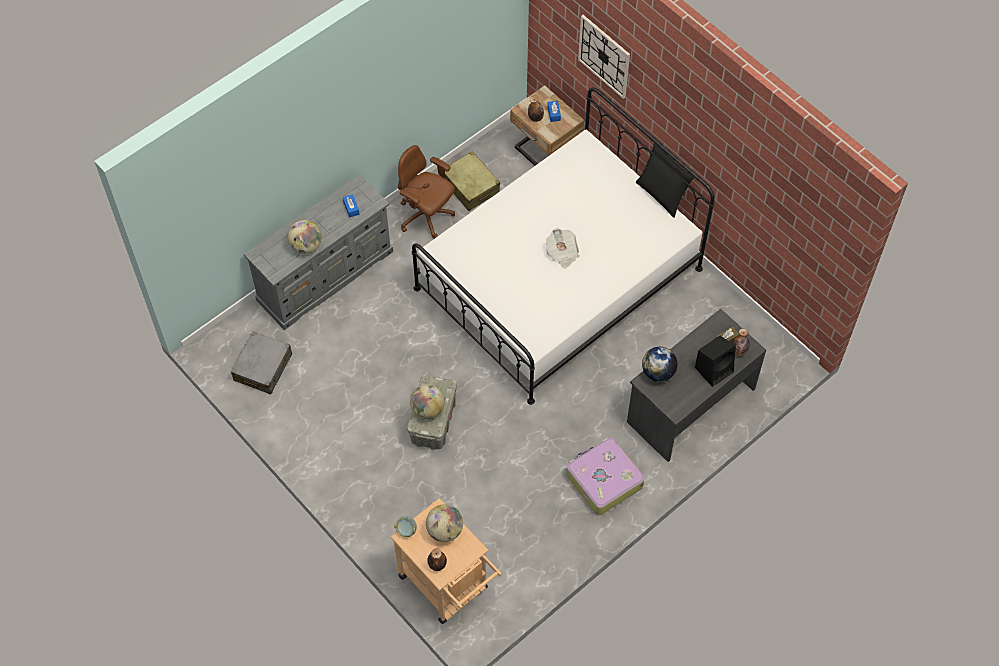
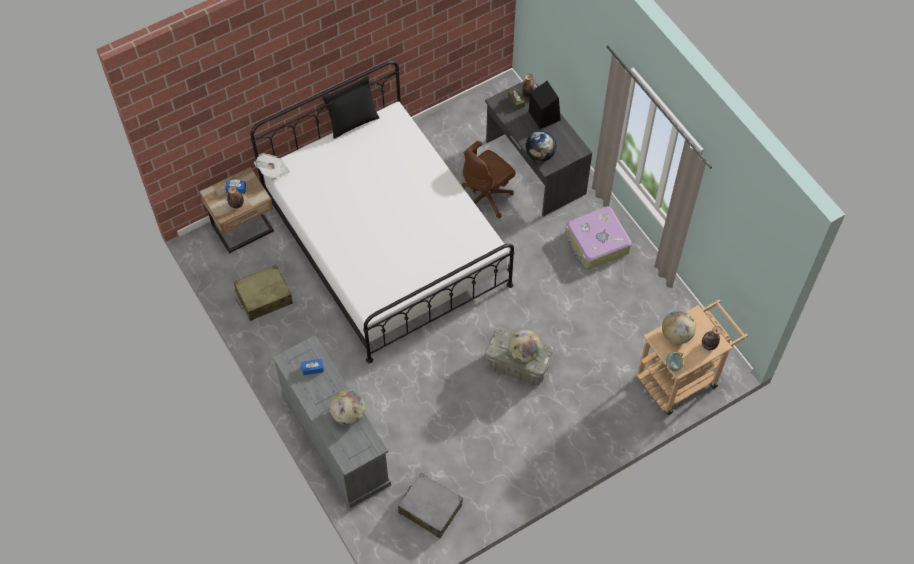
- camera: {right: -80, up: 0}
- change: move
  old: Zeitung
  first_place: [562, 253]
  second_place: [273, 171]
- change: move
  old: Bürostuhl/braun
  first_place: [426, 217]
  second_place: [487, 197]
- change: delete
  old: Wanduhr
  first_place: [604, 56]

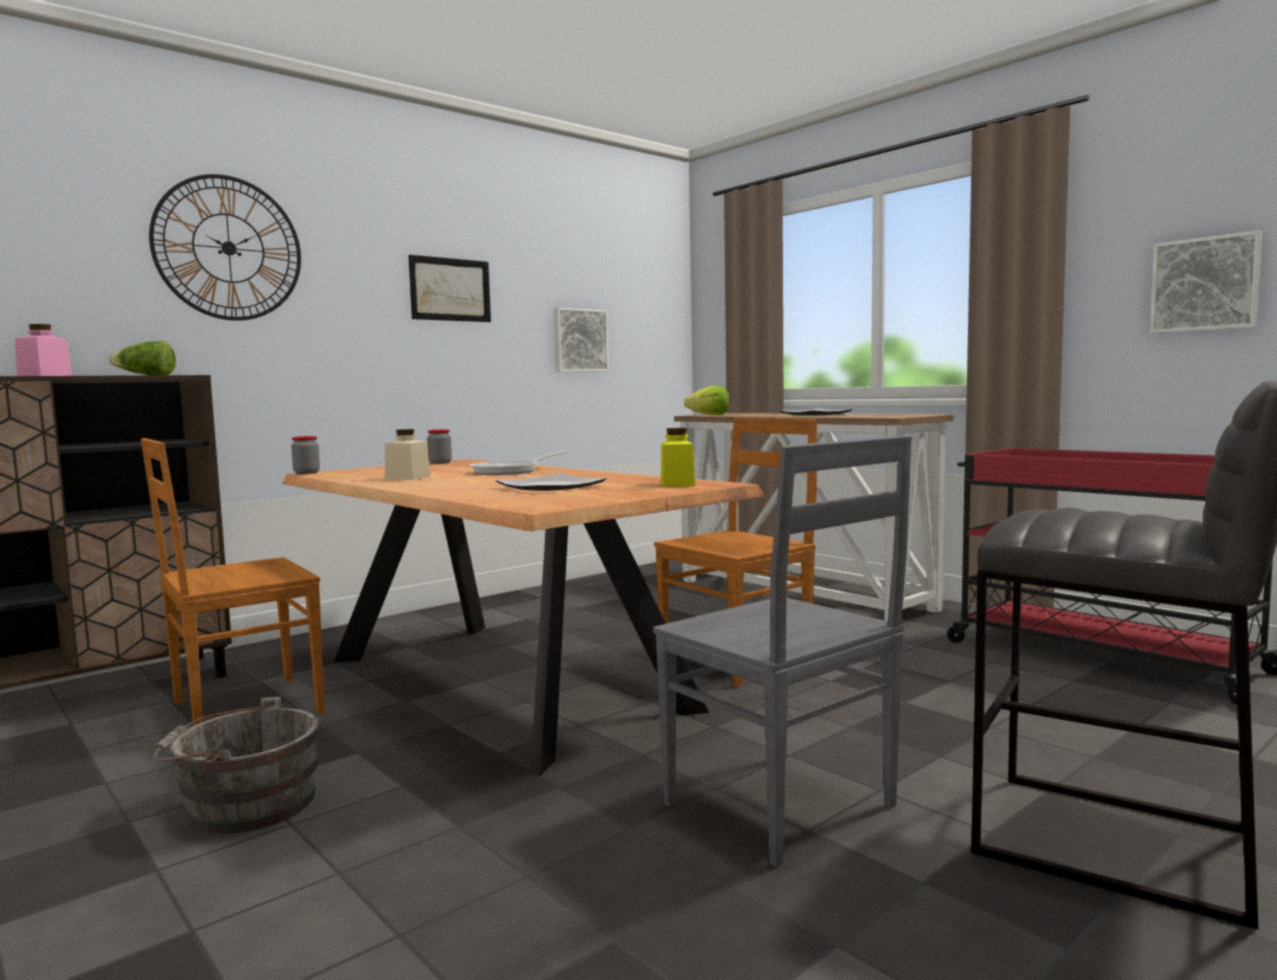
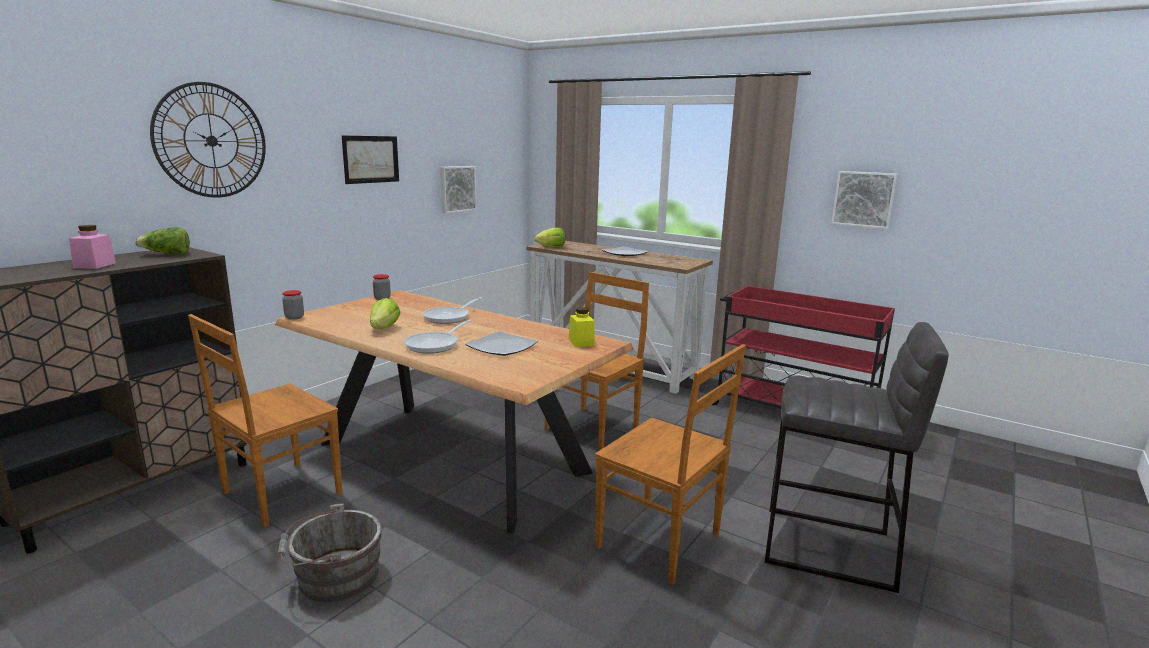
- camera: {right: -15, up: 10}
- change: replace
  old: Vorratsglas/beige
  new: Salatkopf
  first_place: [407, 478]
  second_place: [384, 328]
- change: insert
  new: Pfanne
  second_place: [435, 344]
- change: recolor
  old: Stuhl/grau
  new: Stuhl/braun
  first_place: [783, 807]
  second_place: [661, 542]

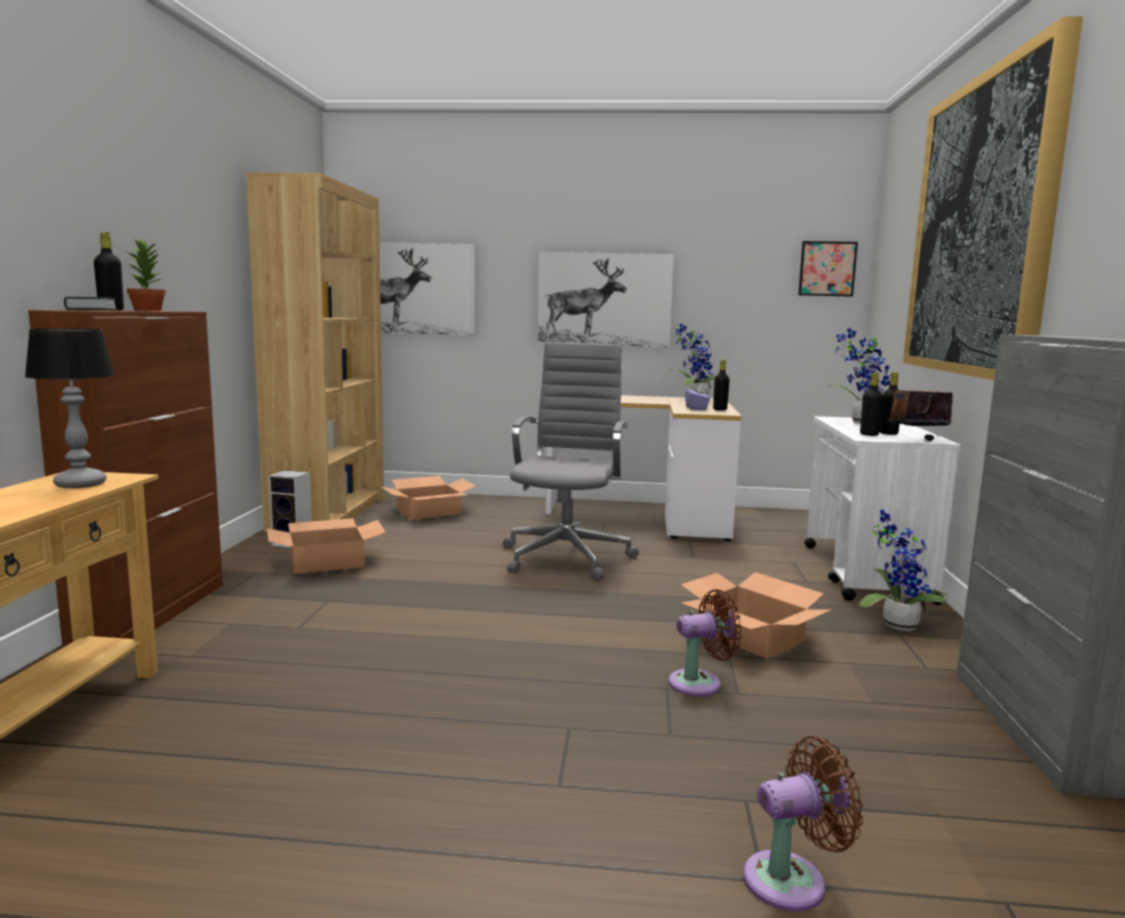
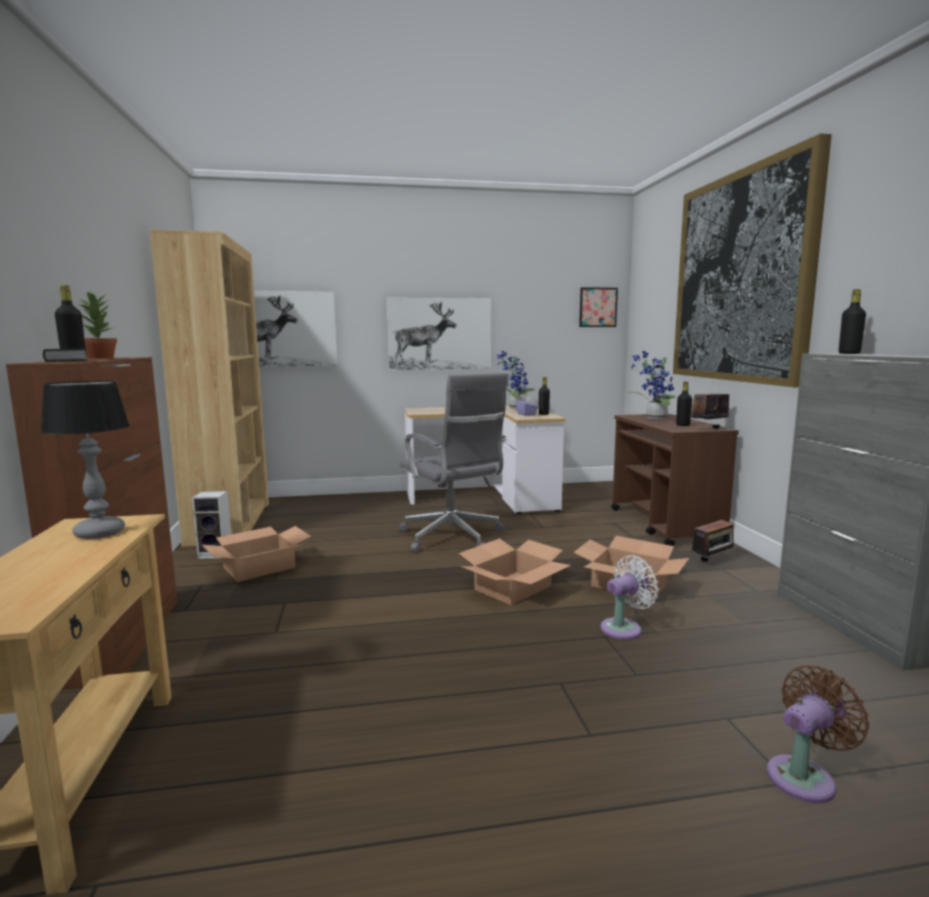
- camera: {right: -15, up: 0}
- change: rotate
  old: Bürostuhl/grau
  first_place: [567, 556]
  second_place: [453, 538]
  degrees: 150
- change: move
  old: Karton
  first_place: [429, 512]
  second_place: [513, 587]
- change: recolor
  old: Ventilator/braun
  new: Ventilator/weiß
  first_place: [700, 683]
  second_place: [624, 628]
- change: recolor
  old: Rollwagen/weiß
  new: Rollwagen/braun
  first_place: [866, 573]
  second_place: [665, 525]
- change: replace
  old: Topfpflanze
  new: Radio
  first_place: [896, 624]
  second_place: [712, 561]
- change: move
  old: Flasche/schwarz
  first_place: [869, 434]
  second_place: [849, 353]

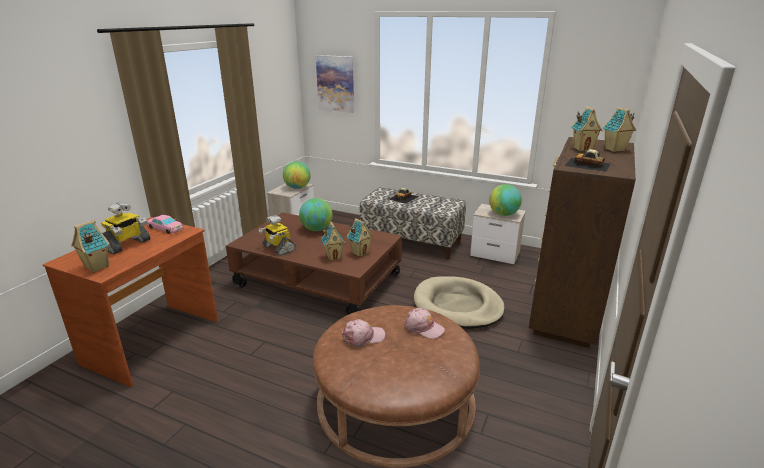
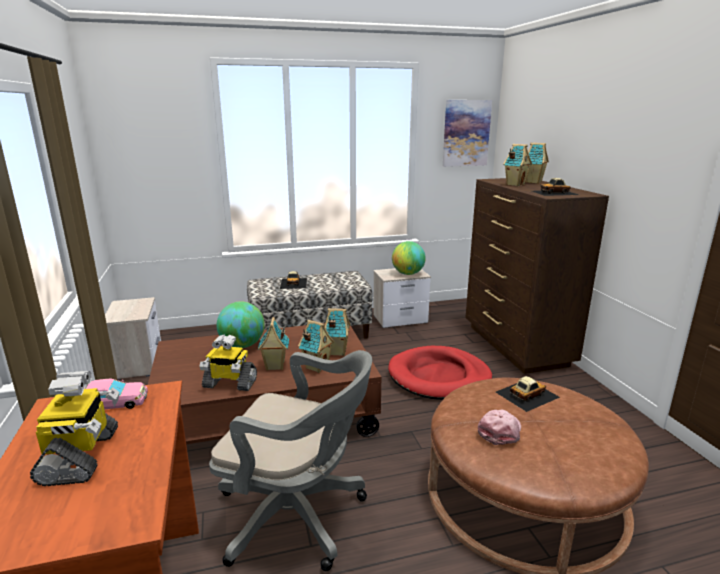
- camera: {right: -40, up: -5}
- change: insert
  new: Bürostuhl/grau
  second_place: [298, 516]
- change: move
  old: Spielzeughaus
  first_place: [96, 267]
  second_place: [274, 366]
- change: recolor
  old: Hundebett/beige
  new: Hundebett/rot
  first_place: [457, 306]
  second_place: [439, 377]
- change: move
  old: Bild
  first_place: [335, 83]
  second_place: [466, 133]
- change: replace
  old: Kappe/rosa
  new: Spielzeugauto
  first_place: [423, 327]
  second_place: [526, 394]
- change: delete
  old: Globus
  first_place: [297, 188]

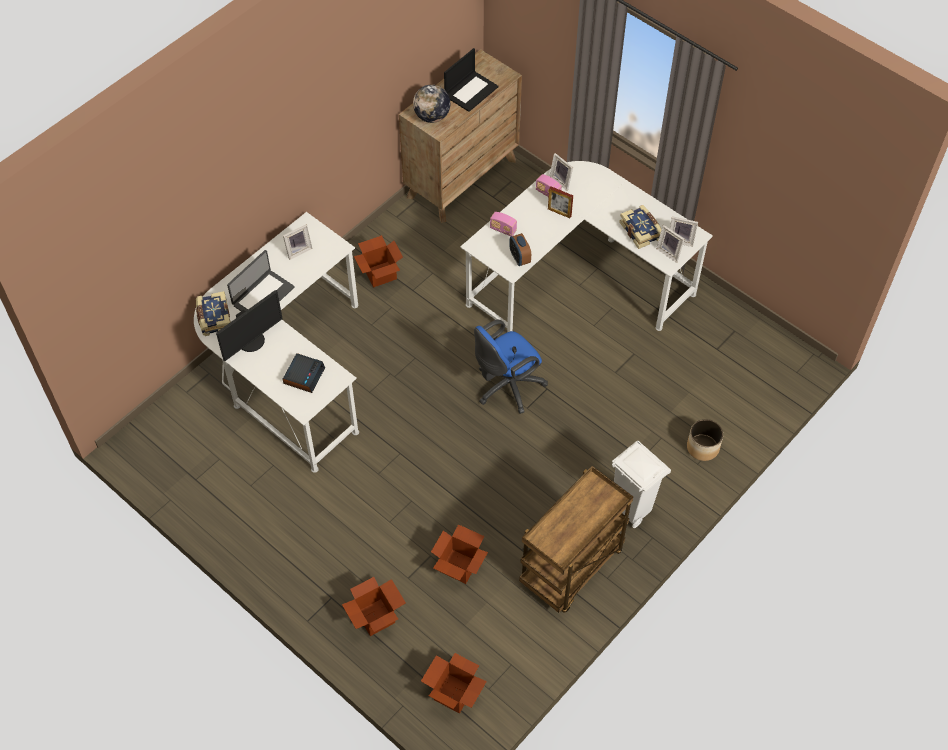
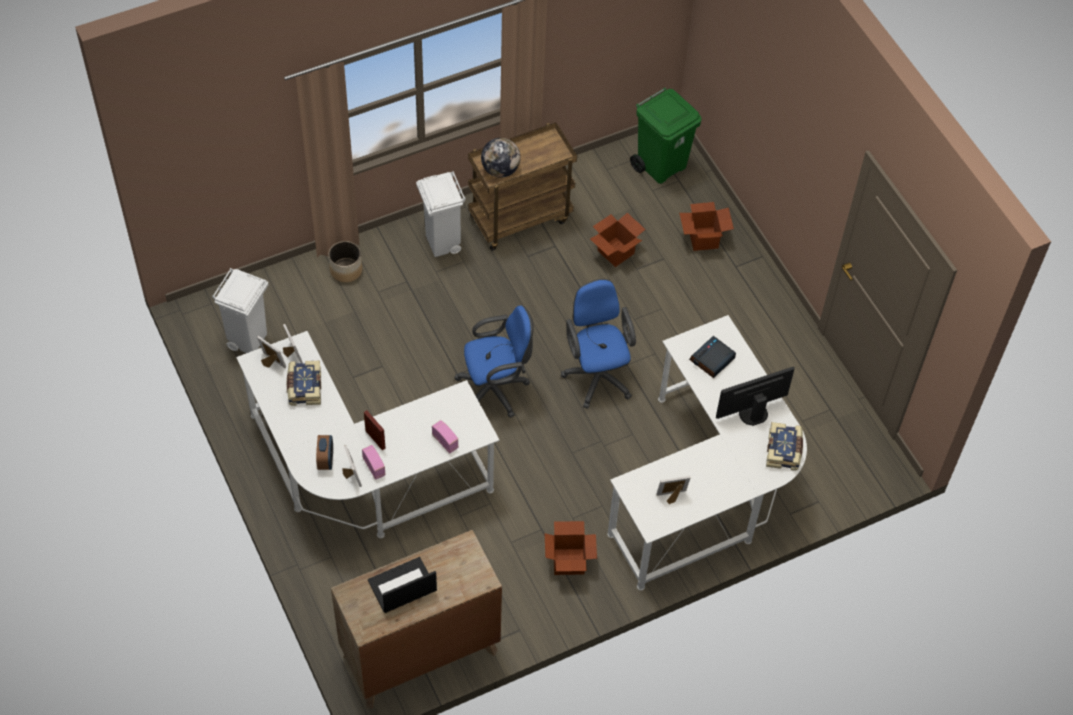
- camera: {right: -160, up: 0}
- change: insert
  new: Mülleimer/weiß
  second_place: [248, 340]
- change: move
  old: Wecker
  first_place: [519, 258]
  second_place: [325, 460]
- change: move
  old: Globus
  first_place: [432, 116]
  second_place: [500, 170]
- change: insert
  new: Bürostuhl/blau
  second_place: [597, 374]
- change: replace
  old: Karton
  new: Mülleimer/grün
  first_place: [454, 694]
  second_place: [661, 165]
- change: delete
  old: Laptop
  first_place: [262, 296]

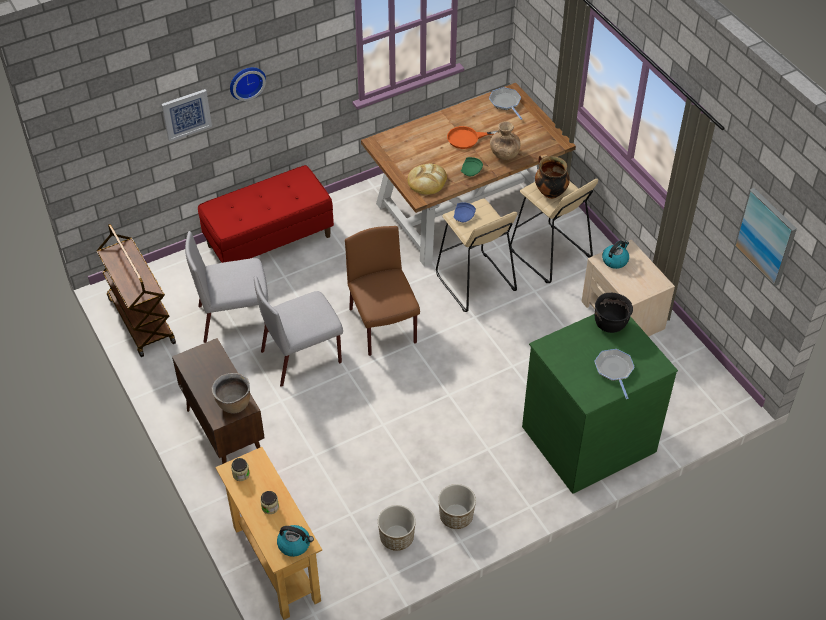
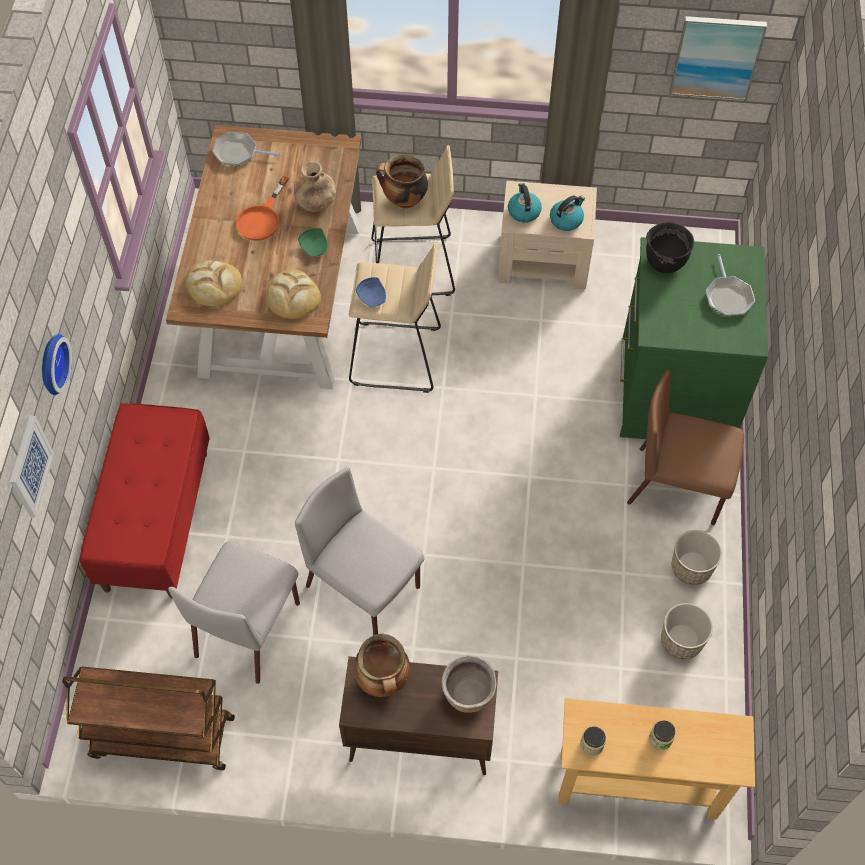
- camera: {right: -55, up: 10}
- change: insert
  new: Brot
  second_place: [213, 285]
- change: rotate
  old: Stuhl/grau
  first_place: [302, 356]
  second_place: [364, 587]
  degrees: 120
- change: insert
  new: Kochtopf
  second_place: [383, 680]
- change: move
  old: Wasserkessel
  first_place: [295, 544]
  second_place: [566, 220]
- change: move
  old: Stuhl/braun
  first_place: [383, 327]
  second_place: [678, 486]
- change: rotate
  old: Pfanne
  first_place: [614, 370]
  second_place: [728, 296]
  degrees: -120

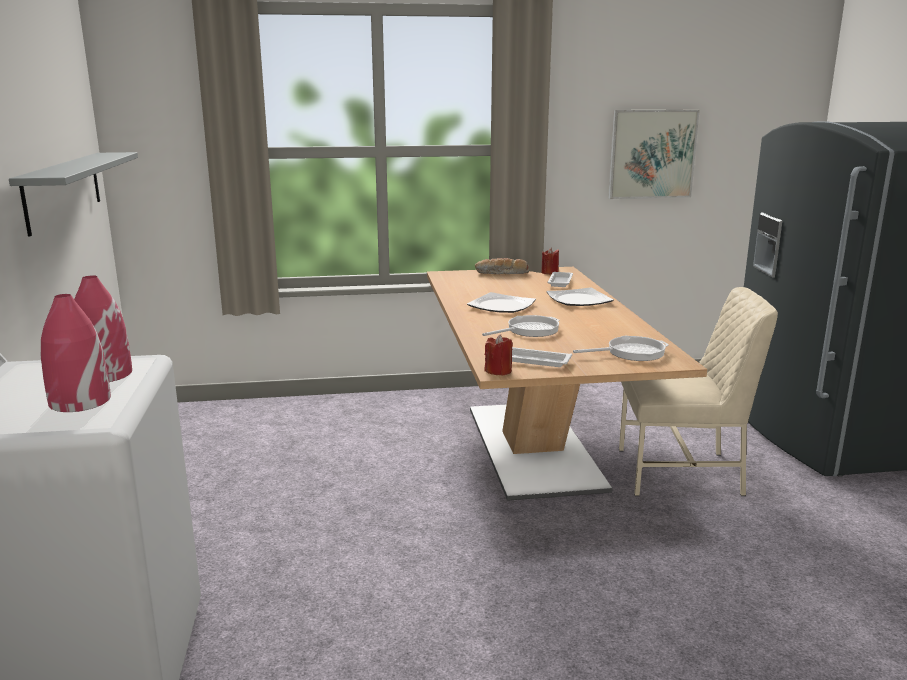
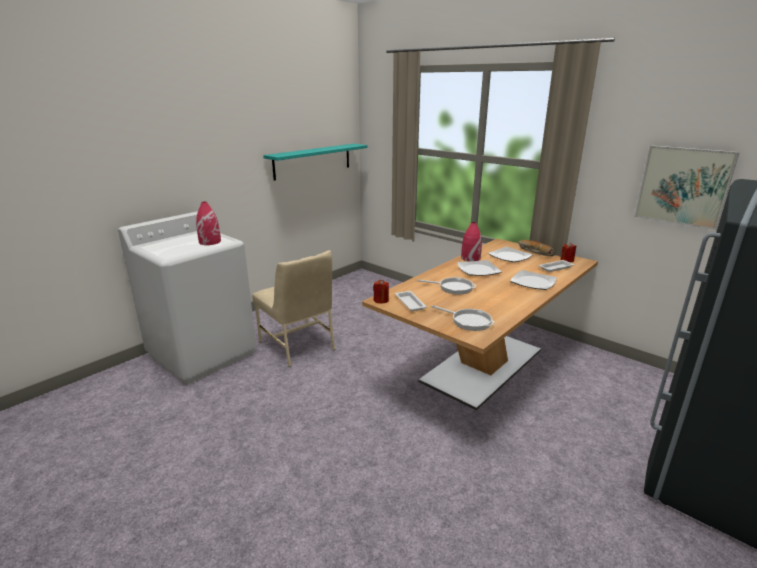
- camera: {right: 50, up: 5}
- change: move
  old: Stuhl/beige
  first_place: [681, 473]
  second_place: [298, 346]
- change: recolor
  old: Wandregal/grau
  new: Wandregal/türkis
  first_place: [63, 190]
  second_place: [313, 161]
- change: move
  old: Vase/rot
  first_place: [79, 401]
  second_place: [470, 258]
- change: insert
  new: Teller
  second_place: [510, 256]

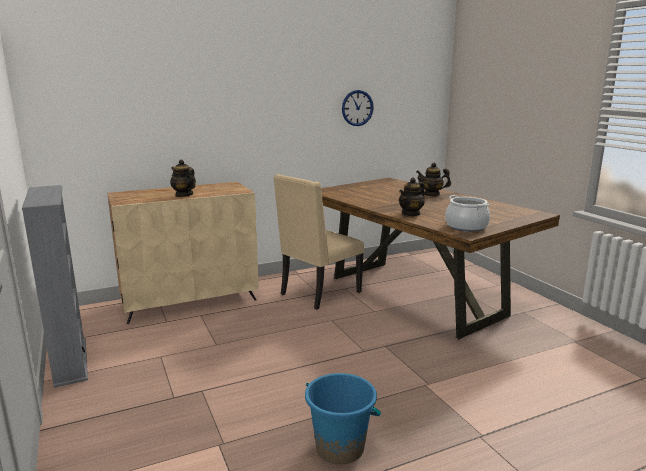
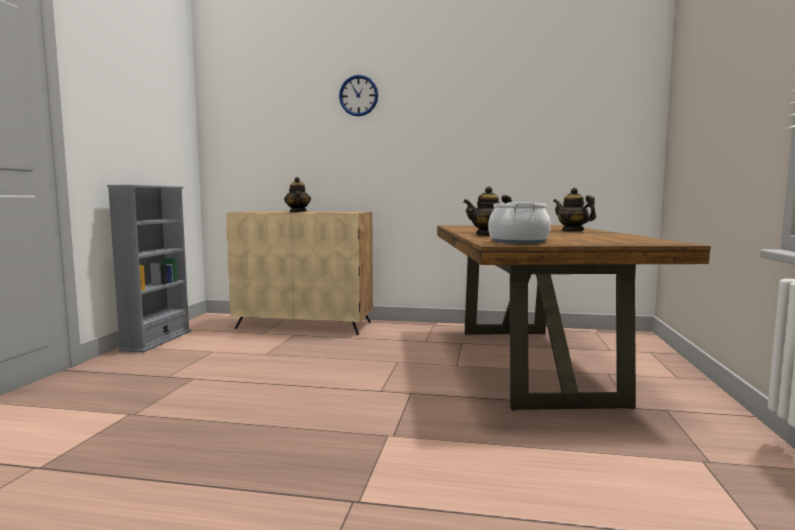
- camera: {right: 35, up: -10}
- change: move
  old: Wanduhr
  first_place: [357, 108]
  second_place: [358, 95]
- change: delete
  old: Stuhl/beige
  first_place: [318, 294]
- change: delete
  old: Eimer/blau
  first_place: [340, 447]

